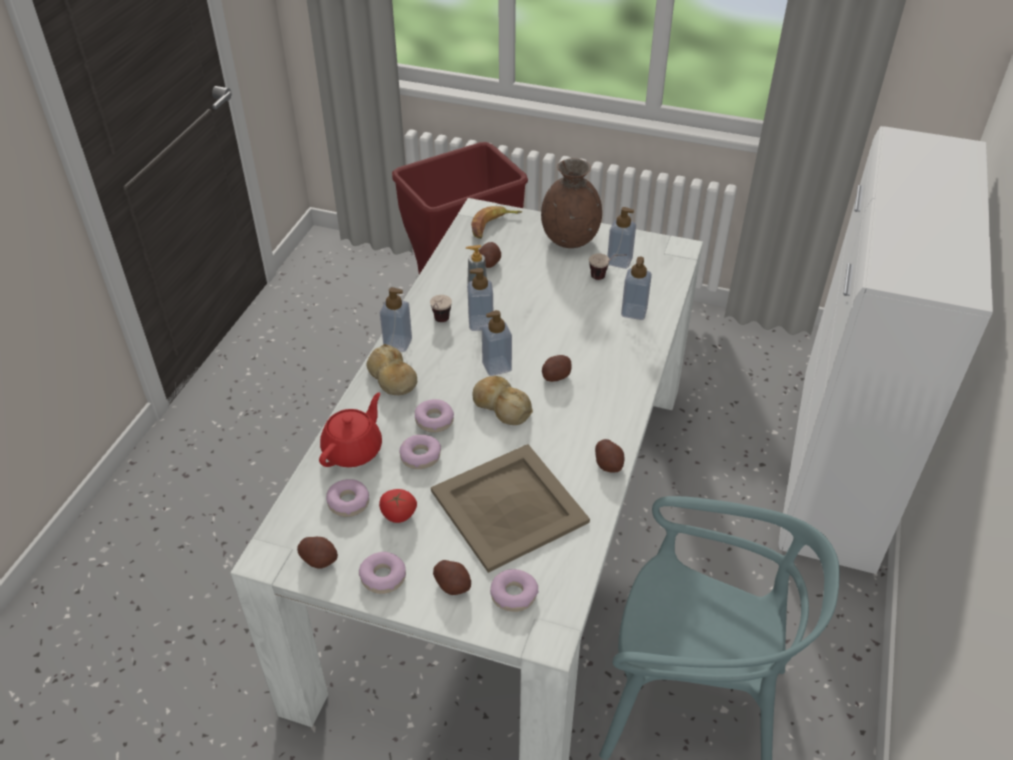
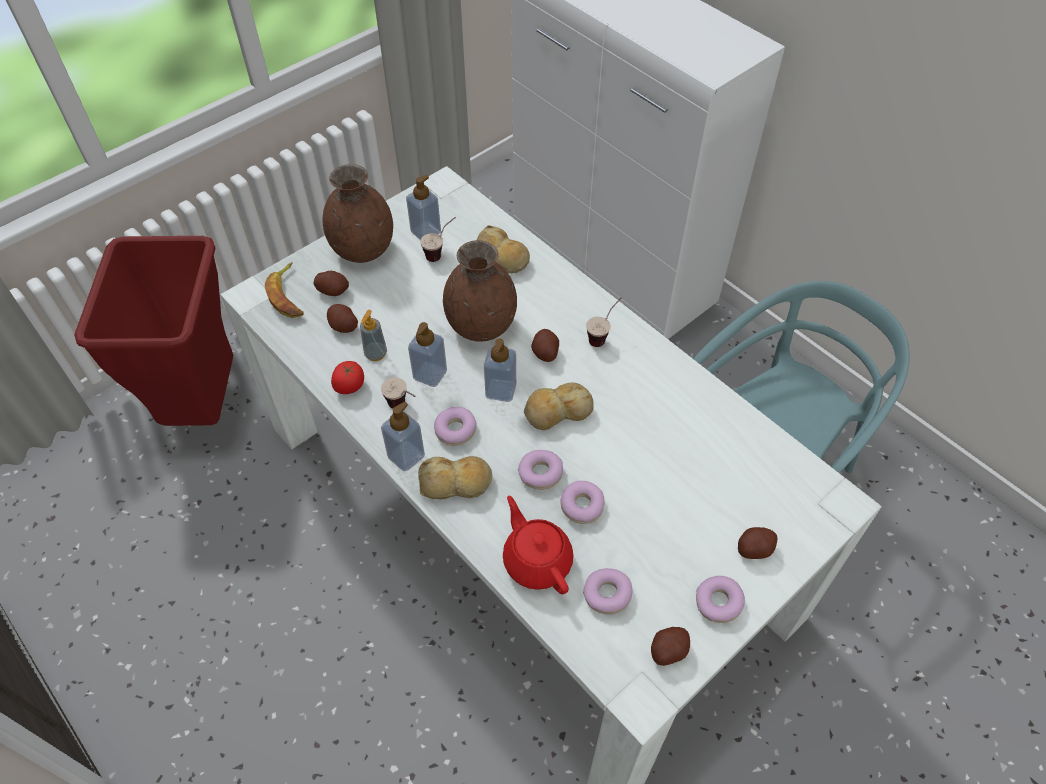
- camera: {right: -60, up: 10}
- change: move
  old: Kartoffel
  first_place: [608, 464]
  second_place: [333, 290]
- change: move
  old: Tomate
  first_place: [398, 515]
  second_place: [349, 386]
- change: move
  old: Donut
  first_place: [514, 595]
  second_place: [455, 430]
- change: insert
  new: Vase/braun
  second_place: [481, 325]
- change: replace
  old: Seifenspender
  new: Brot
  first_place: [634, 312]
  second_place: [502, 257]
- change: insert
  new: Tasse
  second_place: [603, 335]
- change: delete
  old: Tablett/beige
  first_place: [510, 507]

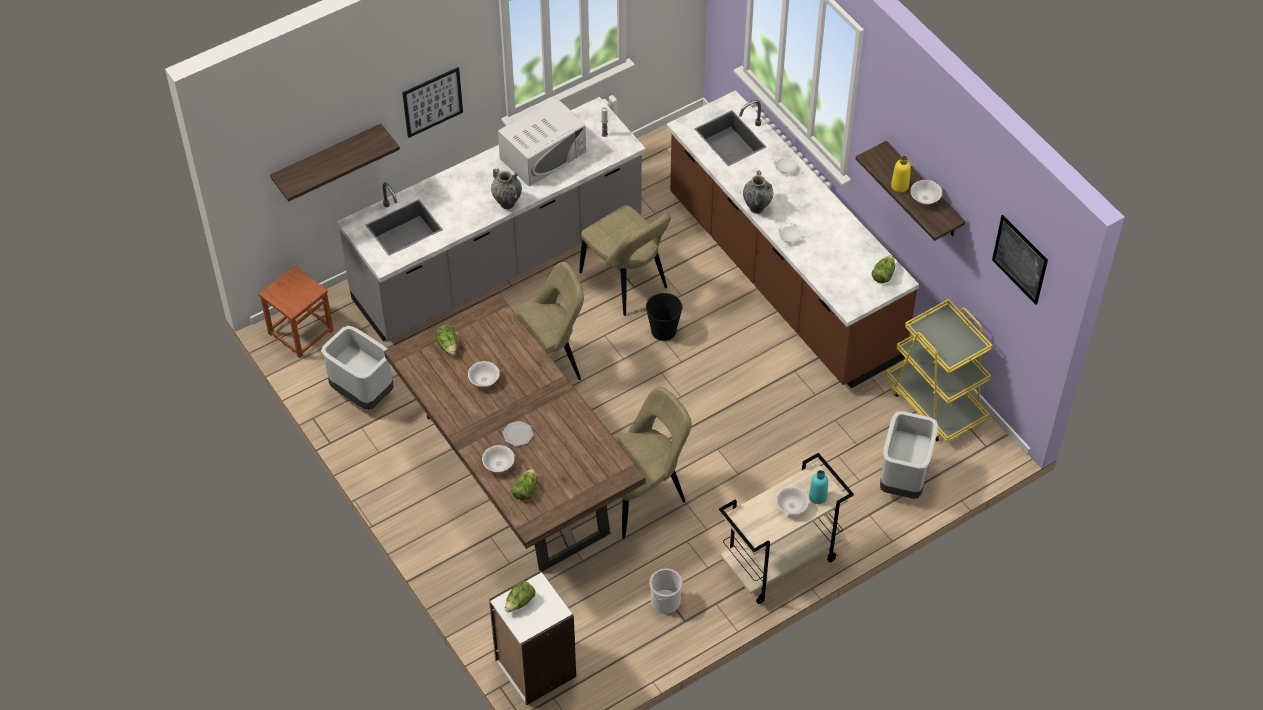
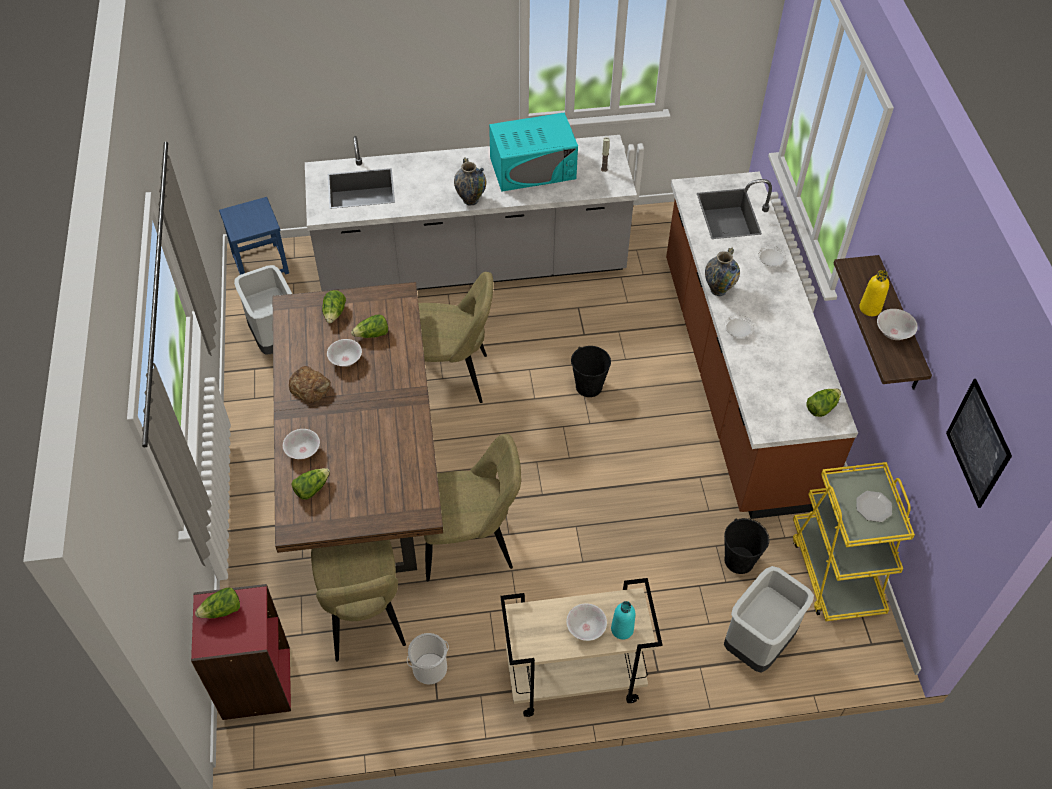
- camera: {right: 25, up: 0}
- change: recolor
  old: Bücherregal/weiß
  new: Bücherregal/rot
  first_place: [534, 669]
  second_place: [255, 683]
- change: recolor
  old: Hocker/braun
  new: Hocker/blau
  first_place: [300, 331]
  second_place: [260, 264]
- change: insert
  new: Brot
  second_place: [310, 387]
- change: move
  old: Stuhl/beige
  first_place: [626, 283]
  second_place: [364, 618]
- change: insert
  new: Salatkopf
  second_place: [372, 334]
- change: recolor
  old: Mikrowelle/weiß
  new: Mikrowelle/türkis
  first_place: [543, 155]
  second_place: [533, 168]
- change: insert
  new: Eimer/schwarz
  second_place: [739, 561]
- change: move
  old: Teller
  first_place: [518, 434]
  second_place: [874, 507]
- change: delete
  old: Wandregal
  first_place: [327, 160]
- change: delete
  old: Bild
  first_place: [432, 102]

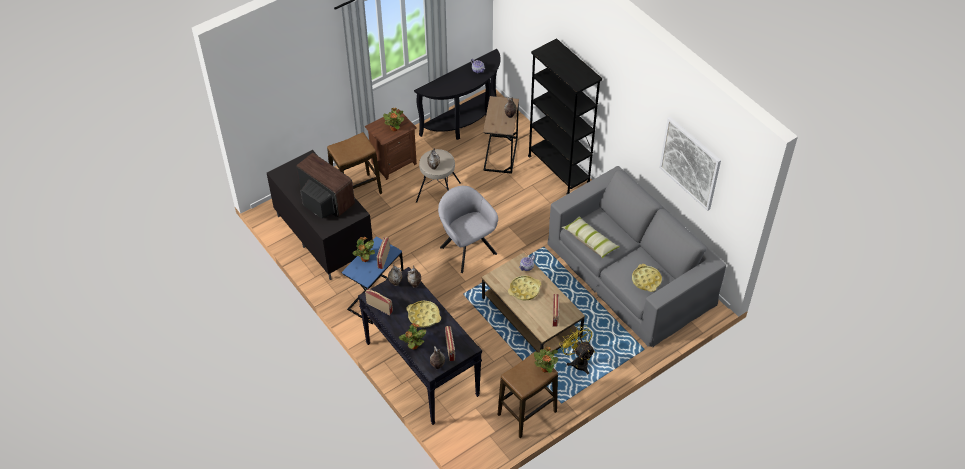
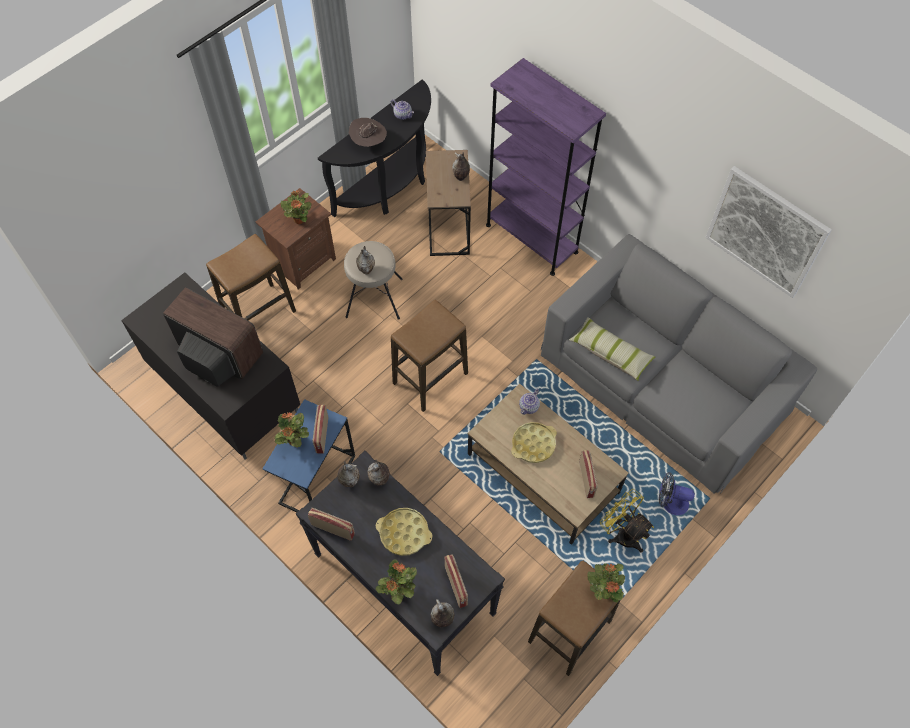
- camera: {right: -10, up: 10}
- change: insert
  new: Hut/braun
  second_place: [368, 142]
- change: replace
  old: Sessel/grau
  new: Hocker
  first_place: [466, 248]
  second_place: [430, 378]
- change: recolor
  old: Bücherregal/schwarz
  new: Bücherregal/lila
  first_place: [558, 169]
  second_place: [531, 238]
- change: insert
  new: Ventilator
  second_place: [670, 502]
- change: delete
  old: Tablett/gelb
  first_place: [646, 280]

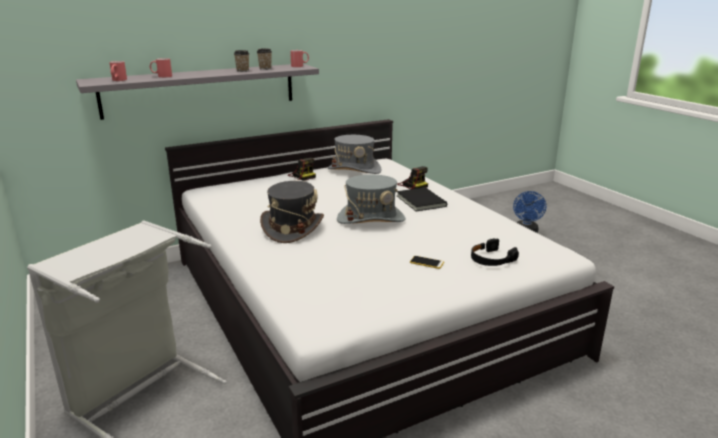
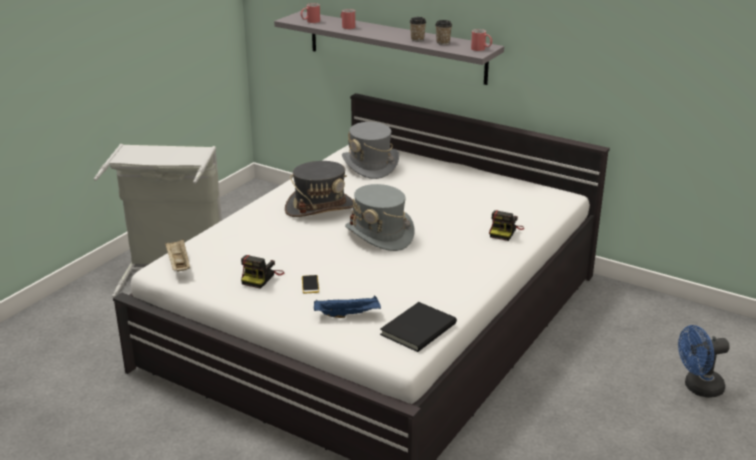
- camera: {right: 60, up: 5}
- change: insert
  new: Tablett/beige
  second_place: [178, 264]
- change: move
  old: Kamera
  first_place: [302, 176]
  second_place: [261, 277]
- change: replace
  old: Kopfhörer/schwarz
  new: Tablett/blau
  first_place: [491, 259]
  second_place: [348, 314]
- change: move
  old: Hut/grau
  first_place: [354, 170]
  second_place: [370, 165]
- change: move
  old: Buch/schwarz
  first_place: [420, 201]
  second_place: [416, 328]

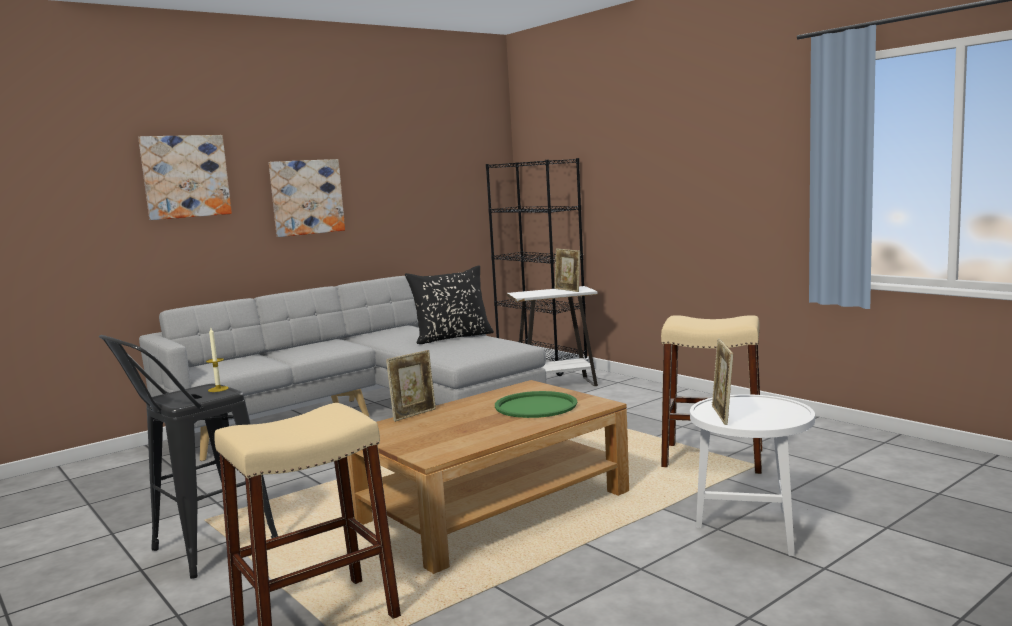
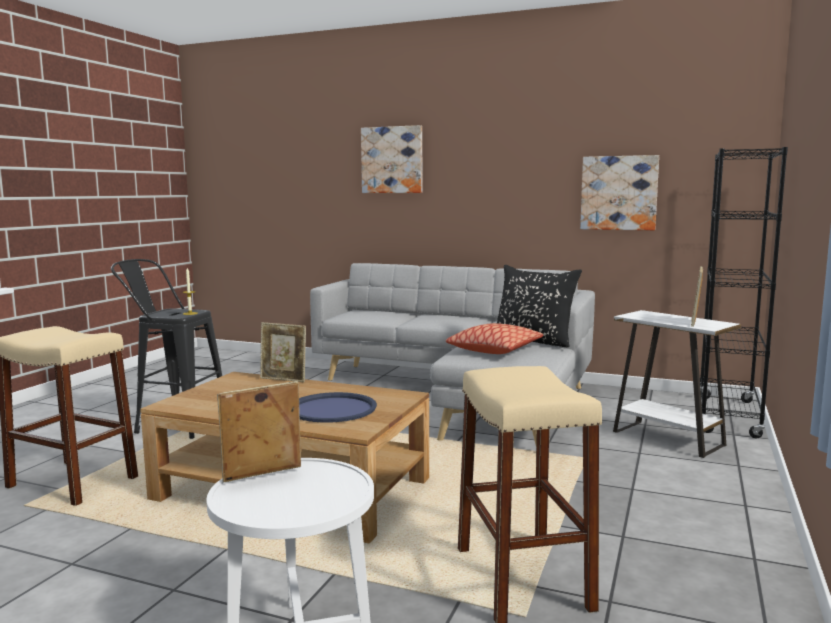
- camera: {right: 60, up: 0}
- change: recolor
  old: Tablett/grün
  new: Tablett/blau
  first_place: [536, 406]
  second_place: [332, 409]
- change: insert
  new: Kissen
  second_place: [494, 350]
- change: move
  old: Bild
  first_place: [306, 197]
  second_place: [619, 193]

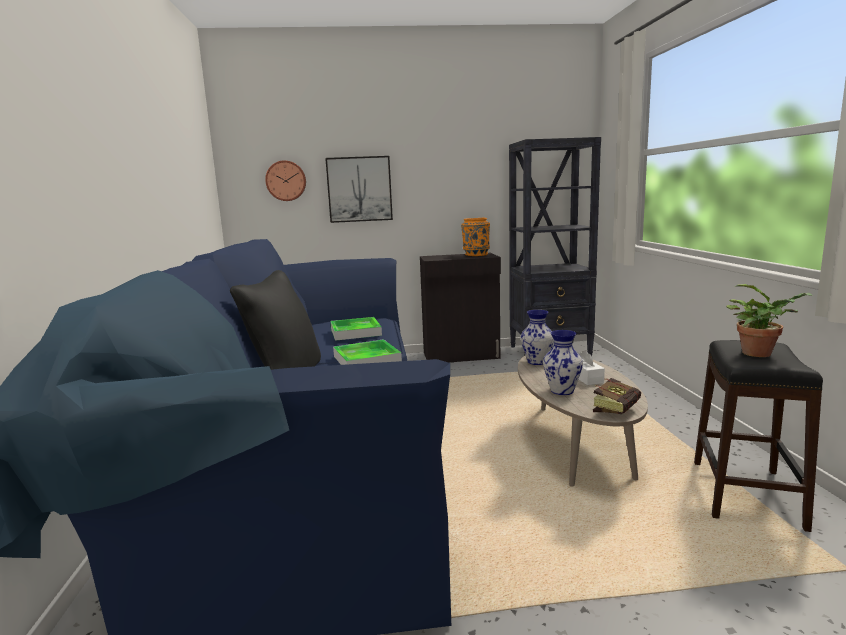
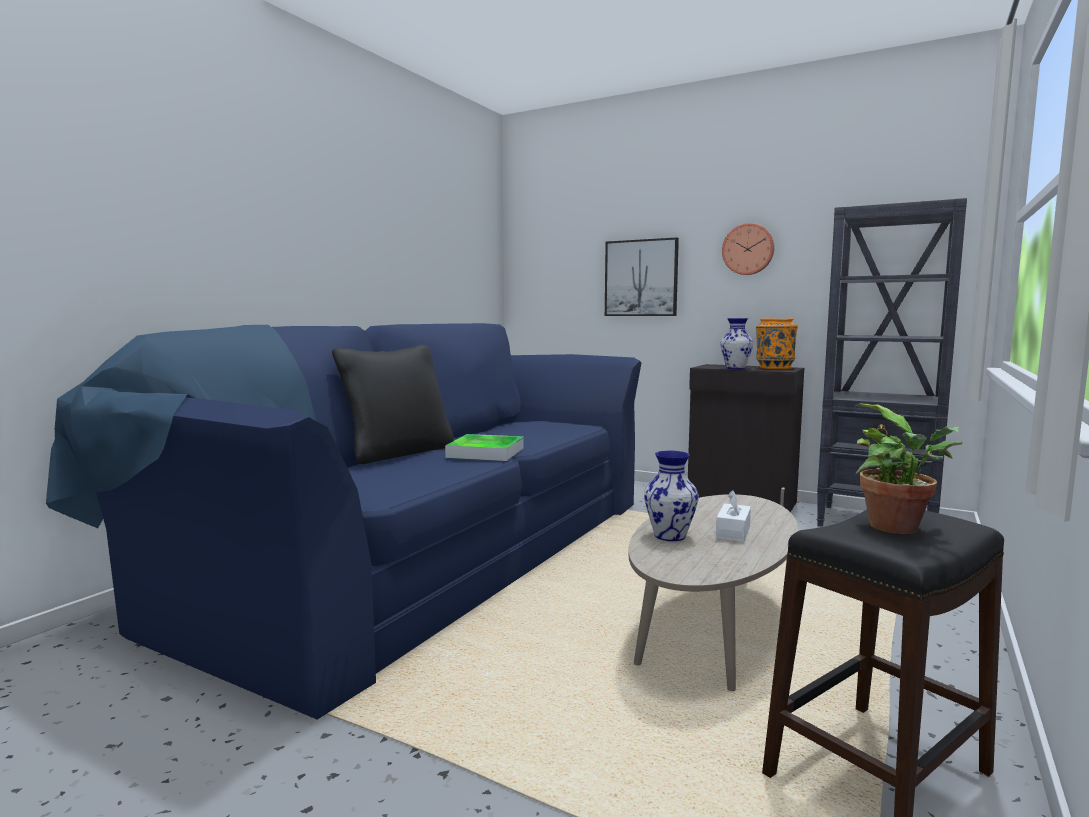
- camera: {right: 35, up: -5}
- change: move
  old: Vase
  first_place: [537, 362]
  second_place: [735, 368]
- change: move
  old: Wanduhr
  first_place: [286, 181]
  second_place: [748, 249]
- change: delete
  old: Tablett
  first_place: [355, 332]
- change: delete
  old: Buch
  first_place: [618, 410]

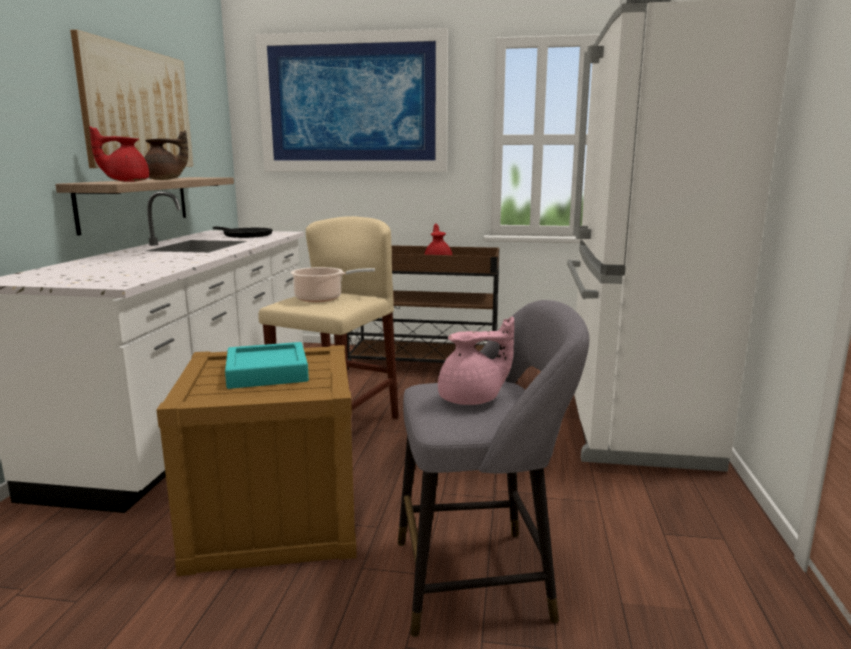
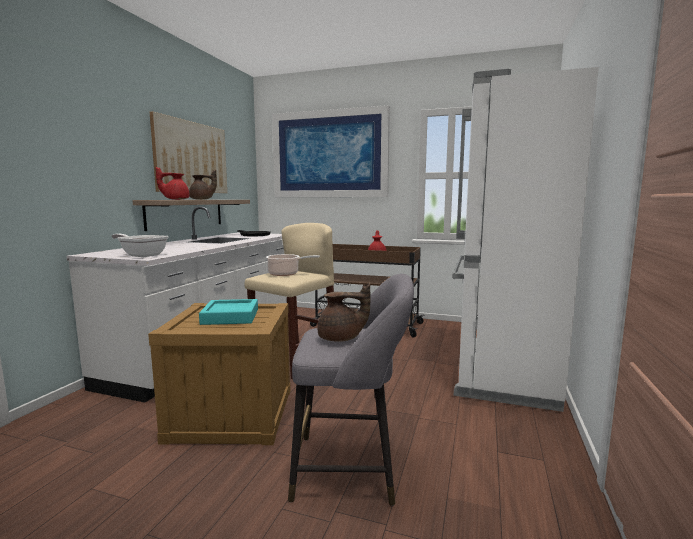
- camera: {right: 10, up: -5}
- change: insert
  new: Pfanne
  second_place: [141, 255]
- change: recolor
  old: Teekanne/rosa
  new: Teekanne/braun
  first_place: [472, 399]
  second_place: [341, 338]

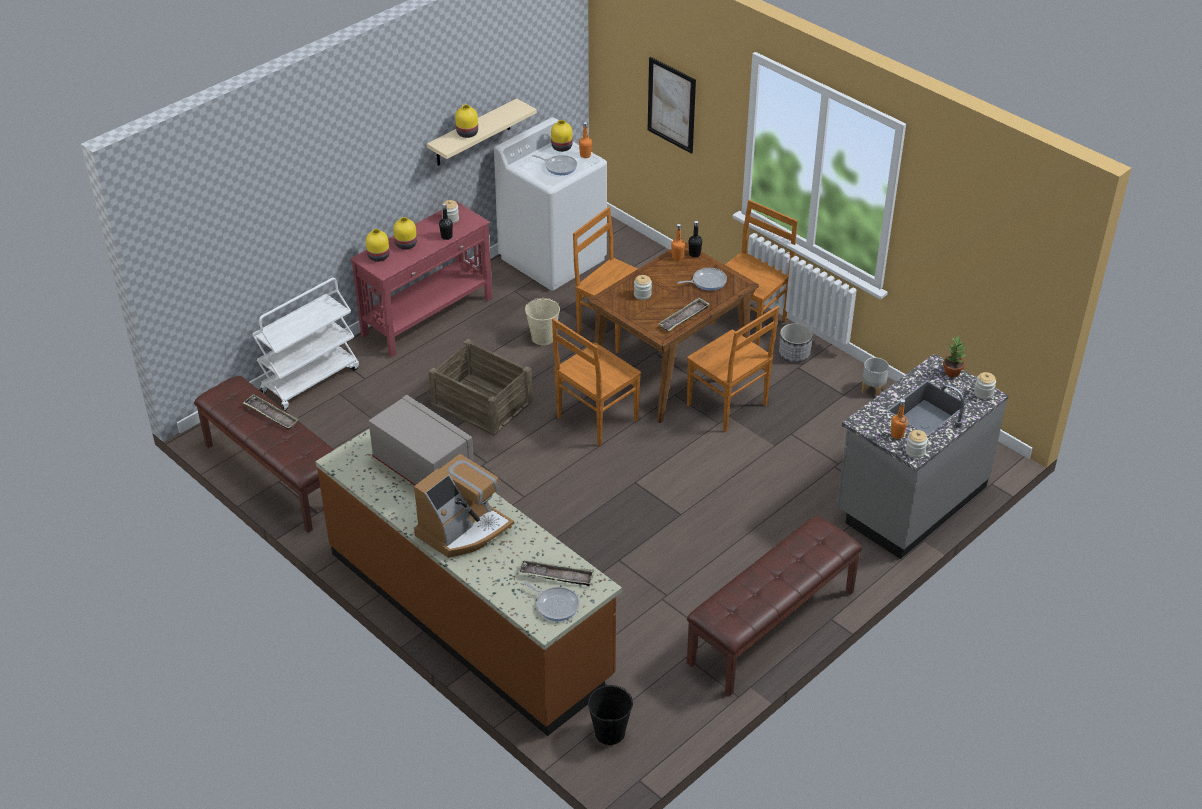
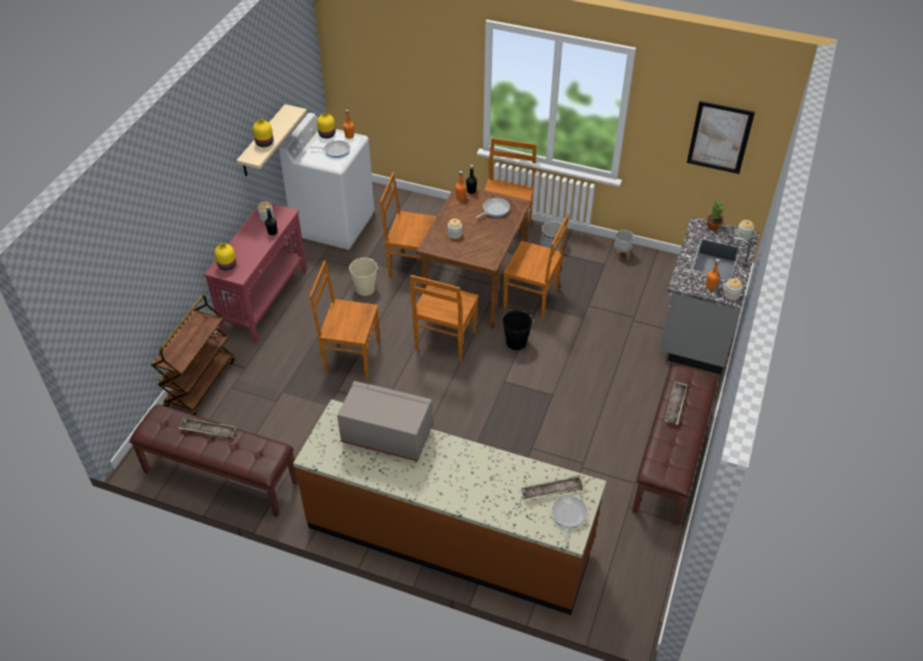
- camera: {right: -25, up: 5}
- change: recolor
  old: Rollwagen/weiß
  new: Rollwagen/braun
  first_place: [310, 380]
  second_place: [200, 384]
- change: replace
  old: Kiste
  new: Stuhl/braun
  first_place: [482, 402]
  second_place: [350, 356]
- change: move
  old: Eimer/schwarz
  first_place: [609, 732]
  second_place: [516, 342]
- change: rotate
  old: Pfanne
  first_place: [555, 605]
  second_place: [568, 516]
  degrees: -90
- change: move
  old: Tablett
  first_place: [684, 318]
  second_place: [675, 405]
- change: move
  old: Bild
  first_place: [671, 105]
  second_place: [719, 137]
- change: delete
  old: Vase/gelb
  first_place: [406, 245]
- change: delete
  old: Kaffeemaschine
  first_place: [463, 530]

